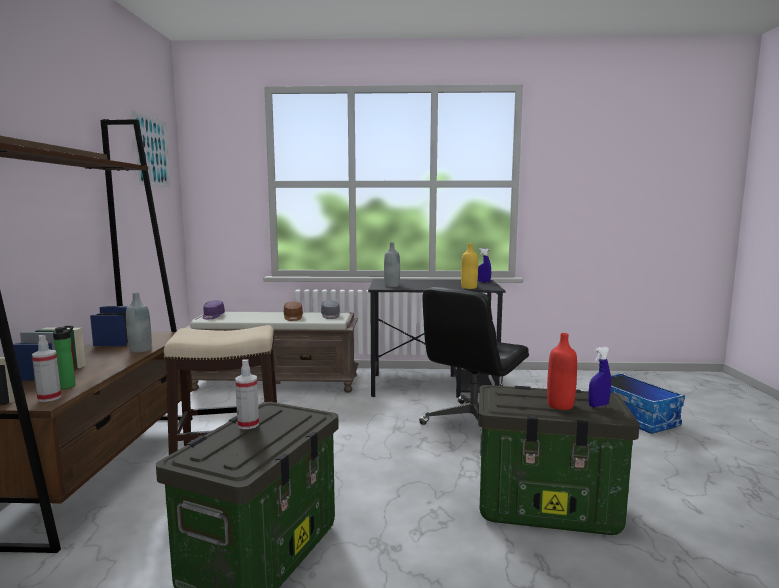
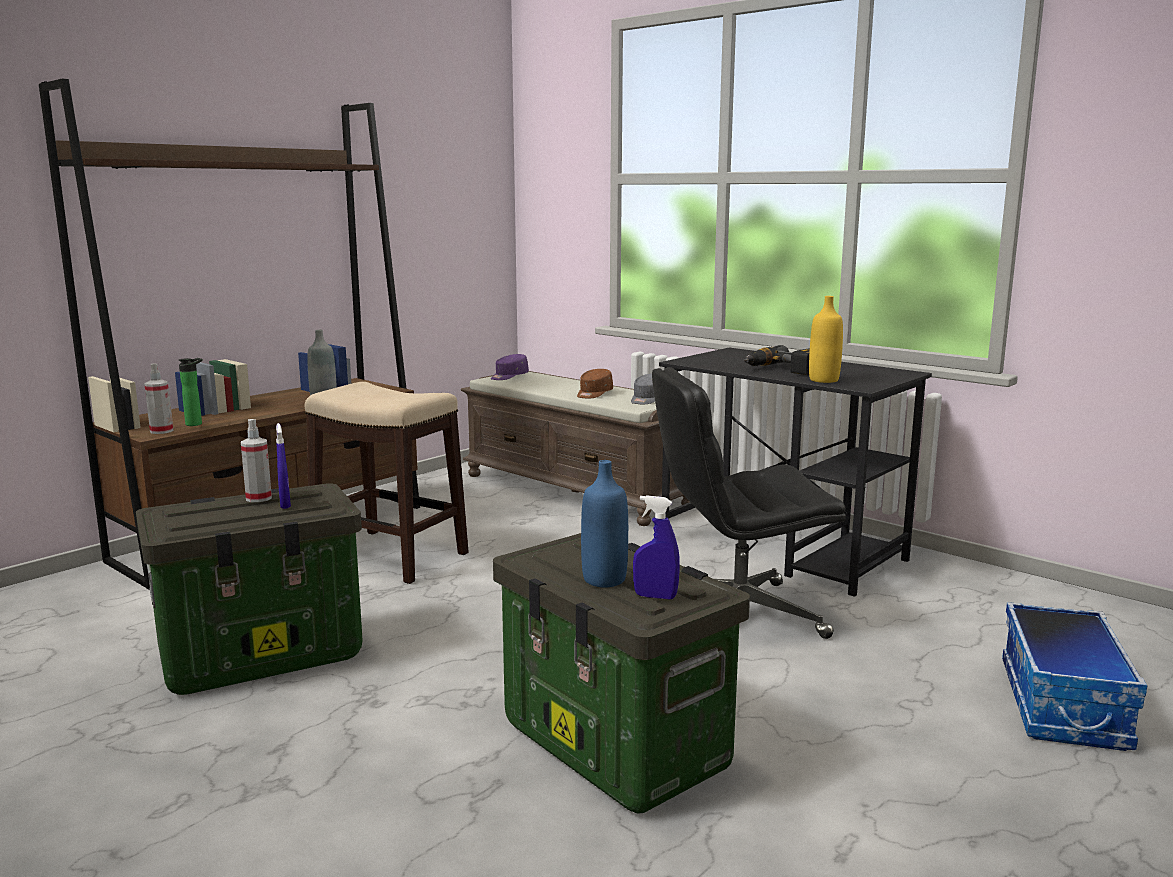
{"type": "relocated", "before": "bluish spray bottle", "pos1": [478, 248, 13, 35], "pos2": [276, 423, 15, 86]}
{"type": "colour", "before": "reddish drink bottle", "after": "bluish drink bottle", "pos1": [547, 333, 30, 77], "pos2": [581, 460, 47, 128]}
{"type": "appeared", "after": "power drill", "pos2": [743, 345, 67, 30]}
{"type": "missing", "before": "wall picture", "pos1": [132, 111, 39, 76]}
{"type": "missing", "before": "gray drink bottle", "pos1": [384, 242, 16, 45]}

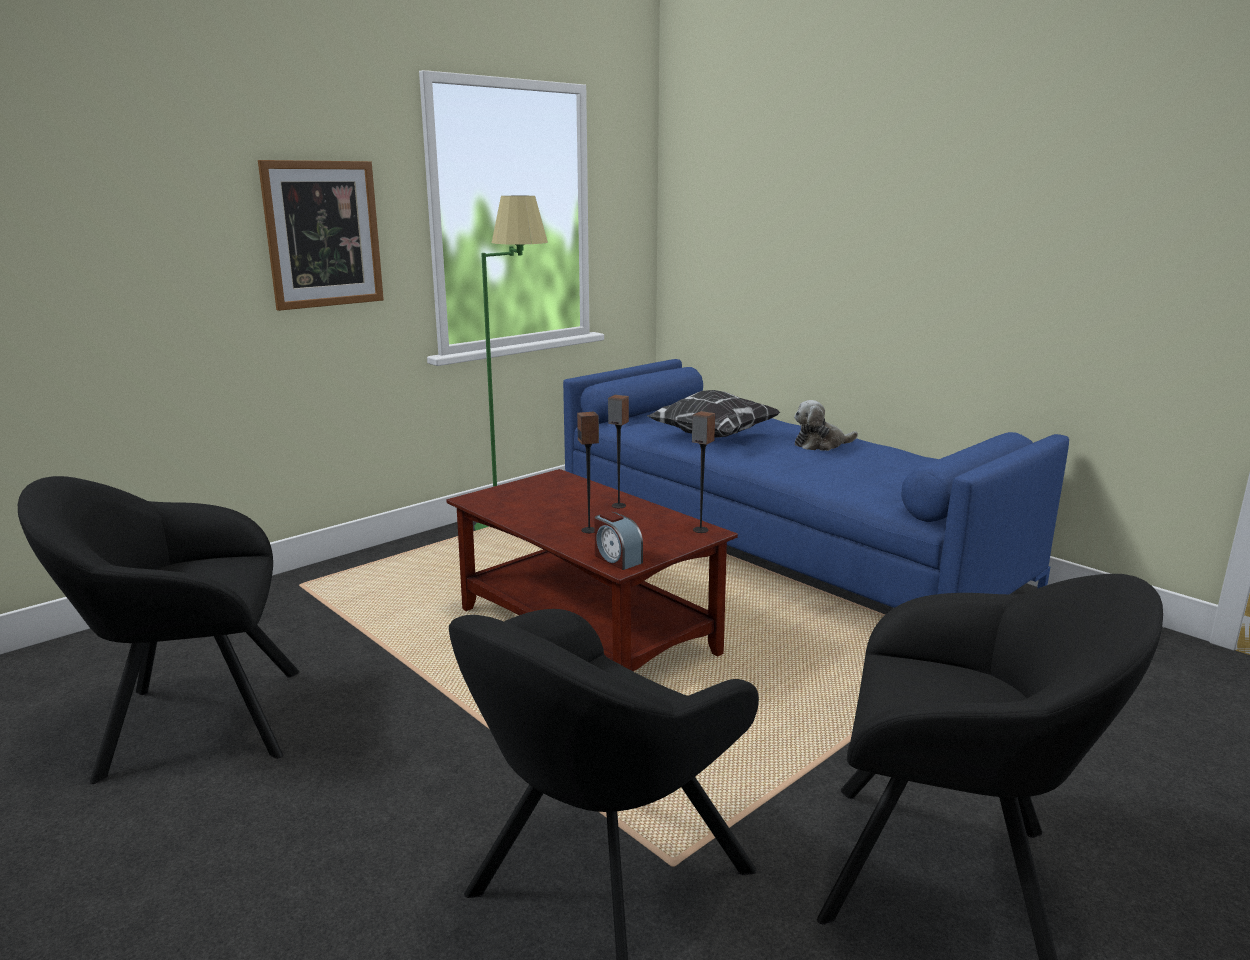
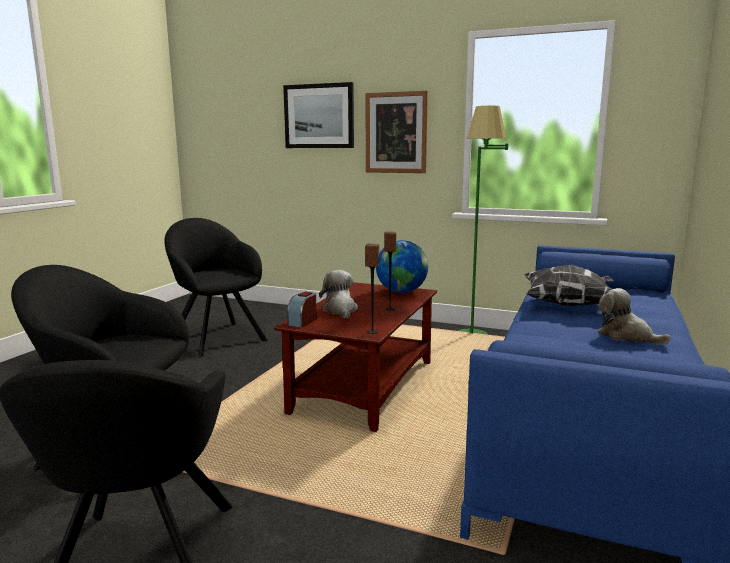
{"type": "appeared", "after": "wall picture", "pos2": [283, 82, 71, 66]}
{"type": "exchanged", "before": "audio speaker", "after": "plush toy", "pos1": [577, 412, 22, 121], "pos2": [319, 270, 39, 49]}
{"type": "appeared", "after": "desk globe", "pos2": [376, 240, 52, 53]}

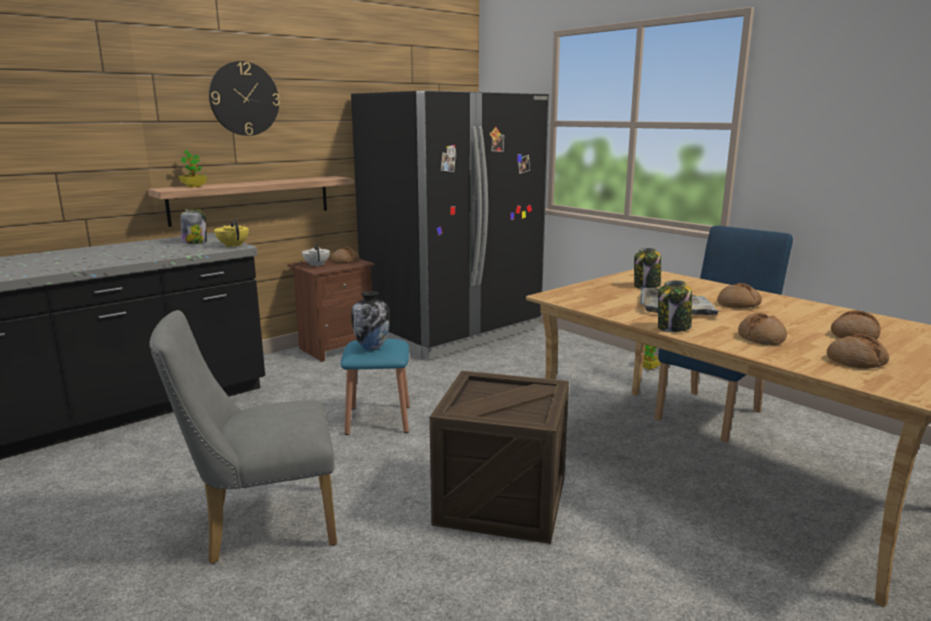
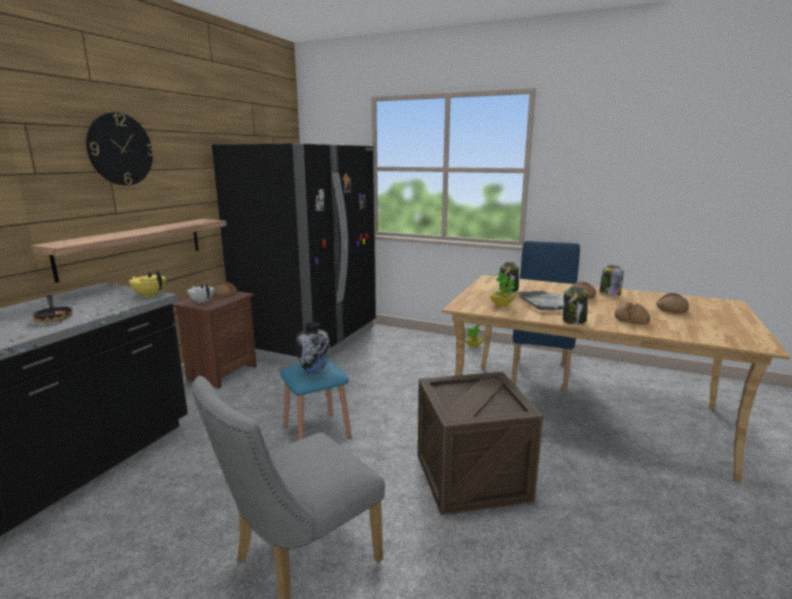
{"type": "appeared", "after": "pan", "pos2": [33, 295, 40, 27]}
{"type": "relocated", "before": "plant in a pot", "pos1": [179, 150, 29, 38], "pos2": [490, 271, 25, 36]}
{"type": "relocated", "before": "preserve jar", "pos1": [181, 209, 26, 35], "pos2": [599, 265, 25, 31]}
{"type": "missing", "before": "baked bread", "pos1": [827, 333, 62, 36]}

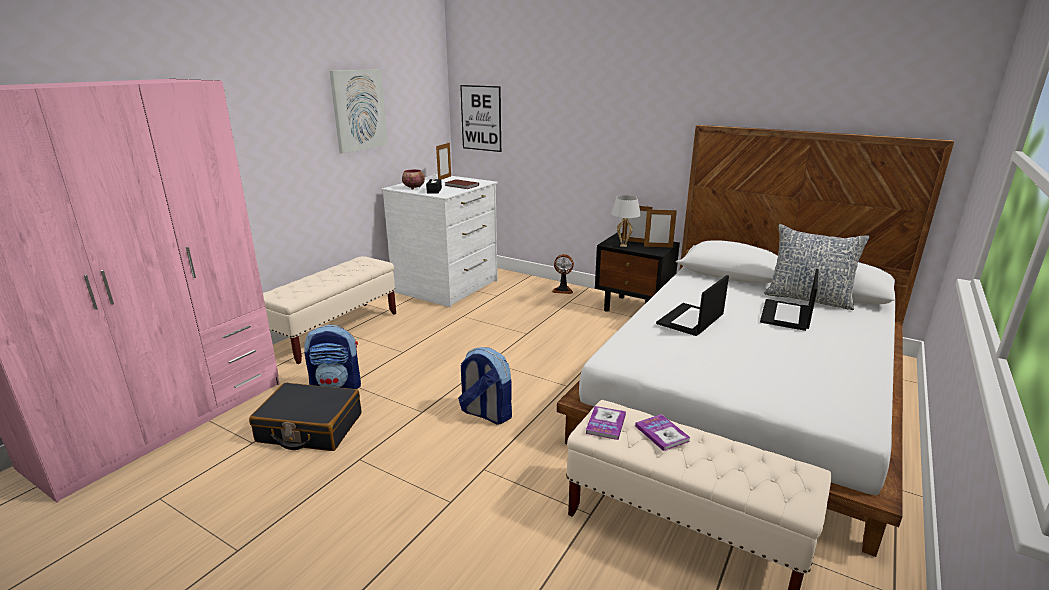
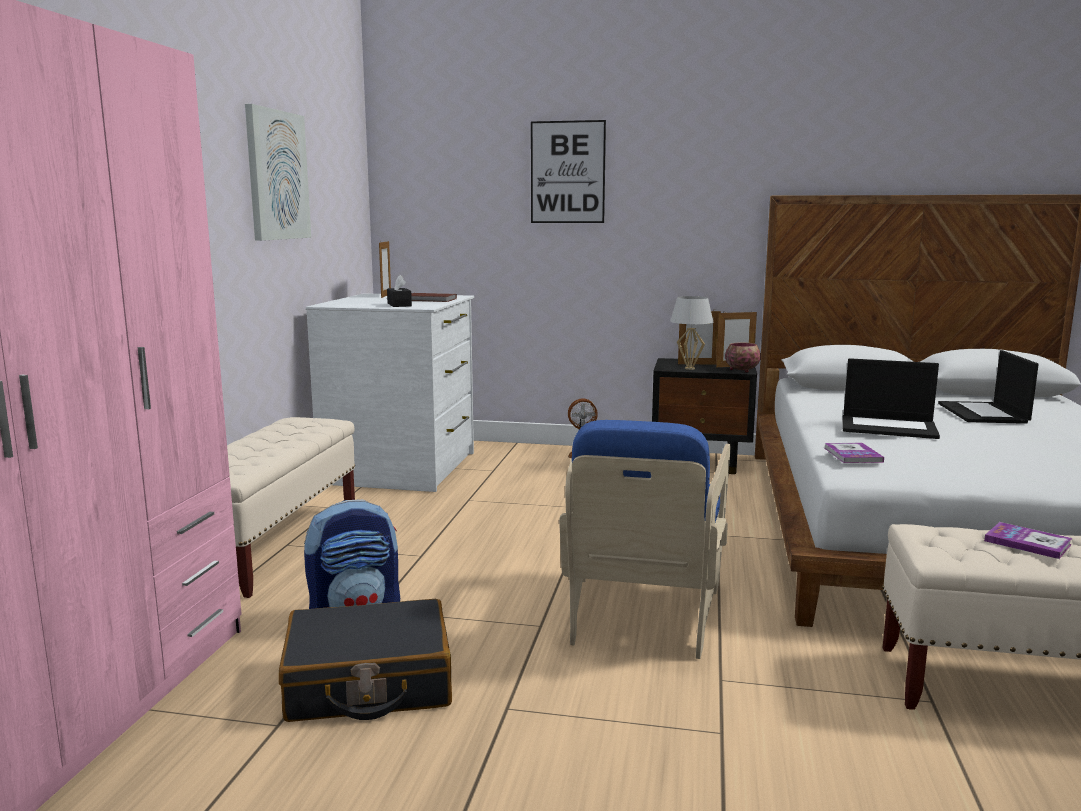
{"type": "relocated", "before": "wall picture", "pos1": [460, 85, 41, 67], "pos2": [531, 120, 75, 103]}
{"type": "exchanged", "before": "rucksack", "after": "bluish easy chair", "pos1": [458, 347, 54, 77], "pos2": [559, 420, 171, 239]}
{"type": "relocated", "before": "bowl", "pos1": [402, 169, 23, 21], "pos2": [725, 342, 36, 31]}
{"type": "relocated", "before": "volume", "pos1": [585, 406, 41, 34], "pos2": [824, 443, 60, 20]}
{"type": "spun", "before": "laptop", "pos1": [656, 275, 73, 61], "pos2": [843, 358, 97, 81], "turn": -90}
{"type": "missing", "before": "throw pillow", "pos1": [764, 224, 106, 86]}

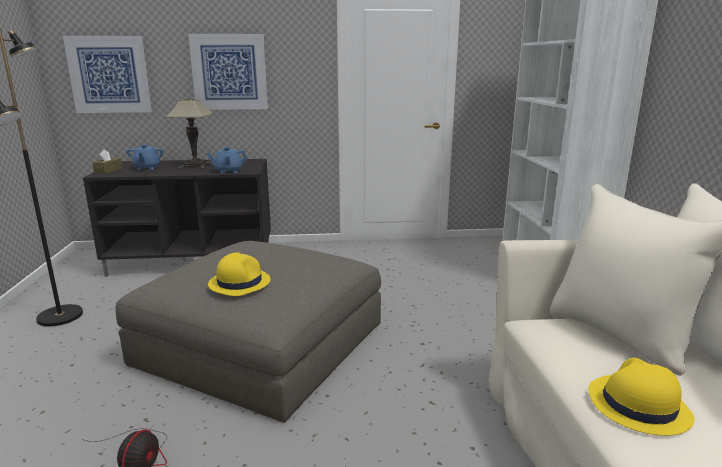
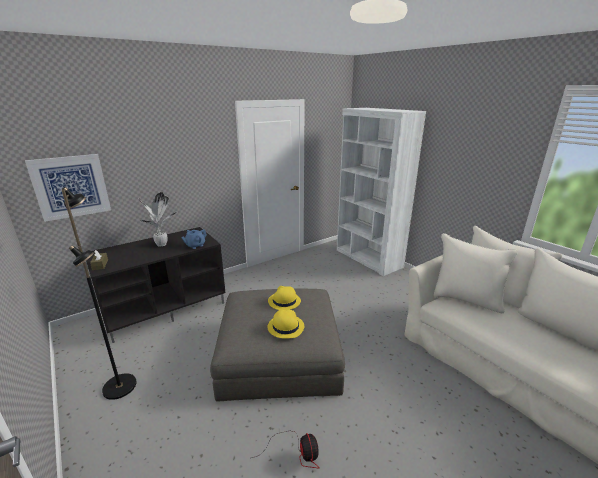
{"type": "exchanged", "before": "lamp for a table", "after": "plant in a pot", "pos1": [165, 98, 49, 71], "pos2": [138, 192, 38, 54]}
{"type": "relocated", "before": "yellow wearable hat", "pos1": [588, 358, 107, 78], "pos2": [268, 286, 33, 24]}
{"type": "missing", "before": "bluish teapot", "pos1": [126, 144, 37, 26]}
{"type": "missing", "before": "wall picture", "pos1": [188, 34, 80, 76]}

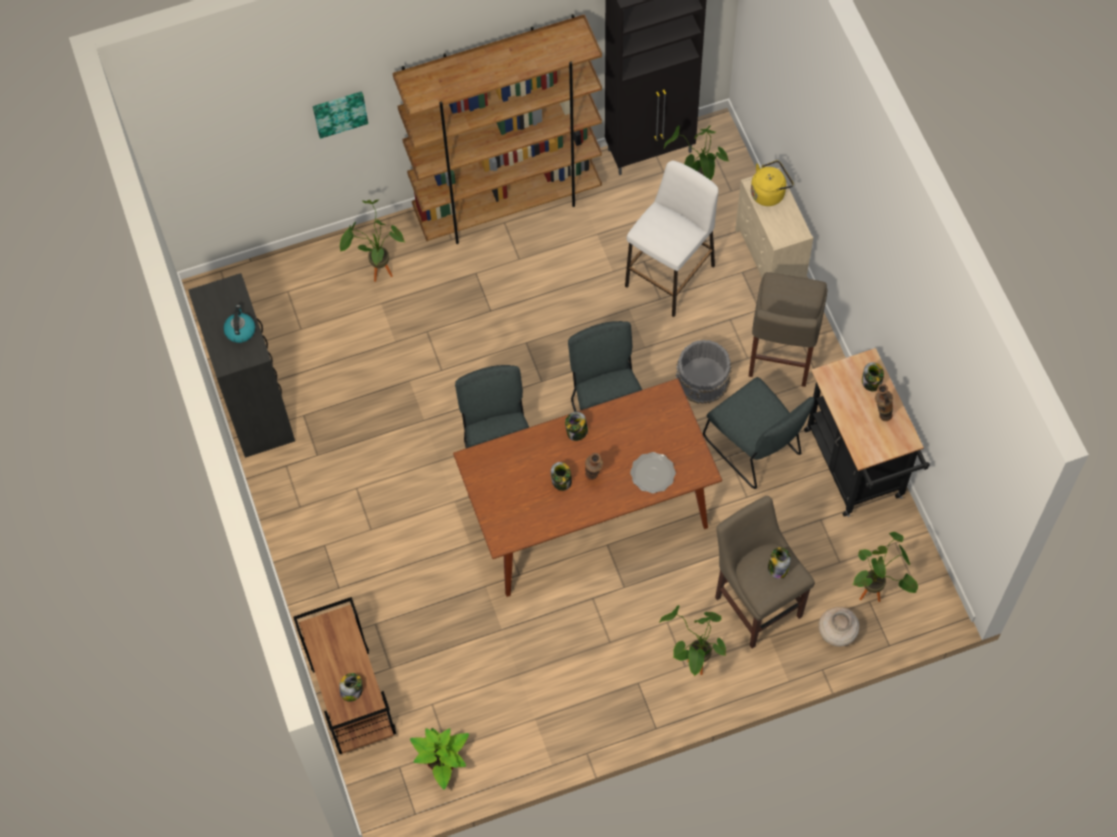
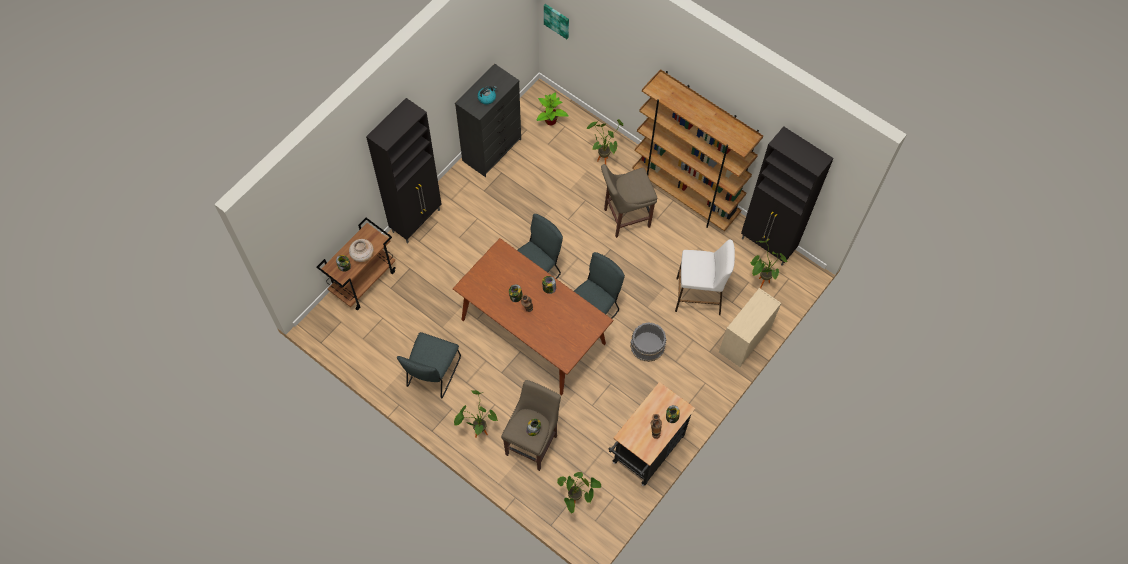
{"type": "relocated", "before": "beige vase", "pos1": [818, 607, 42, 40], "pos2": [349, 239, 25, 23]}
{"type": "appeared", "after": "black-coloured storage cabinet", "pos2": [366, 98, 75, 145]}
{"type": "relocated", "before": "gray chair", "pos1": [703, 377, 111, 112], "pos2": [397, 332, 64, 67]}
{"type": "relocated", "before": "plant in a pot", "pos1": [410, 728, 59, 62], "pos2": [536, 92, 33, 34]}
{"type": "relocated", "before": "wall picture", "pos1": [313, 91, 55, 48], "pos2": [544, 4, 25, 35]}
{"type": "relocated", "before": "beige stool", "pos1": [749, 272, 78, 115], "pos2": [601, 164, 56, 74]}
{"type": "missing", "before": "plate", "pos1": [630, 452, 46, 41]}
{"type": "missing", "before": "yellow kettle", "pos1": [751, 160, 42, 46]}

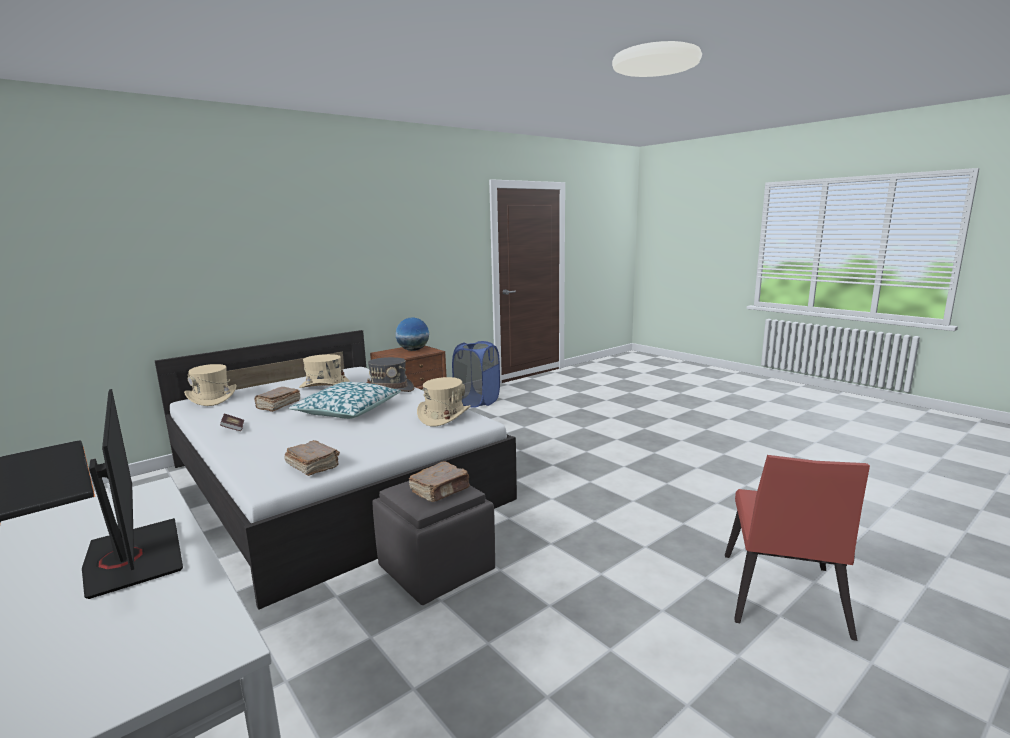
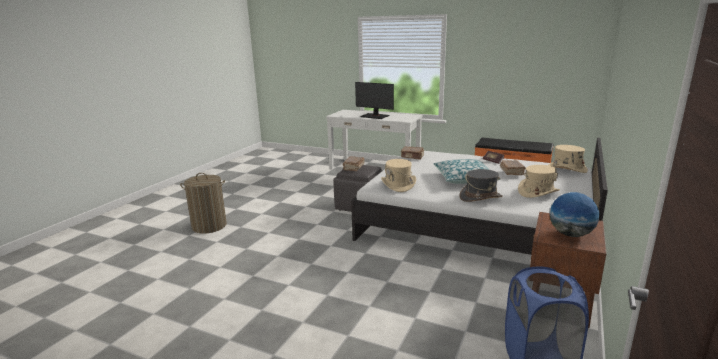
{"type": "exchanged", "before": "reddish chair", "after": "washing basket", "pos1": [725, 455, 145, 186], "pos2": [180, 173, 47, 61]}

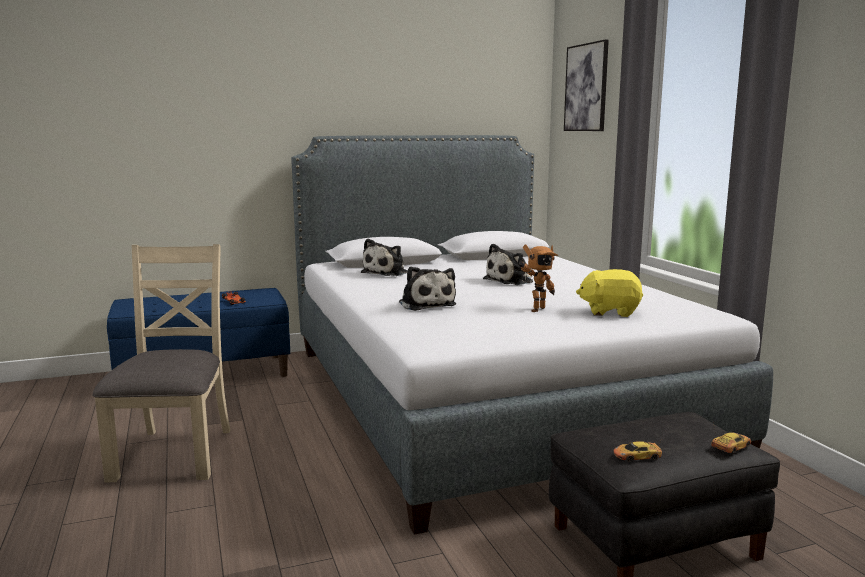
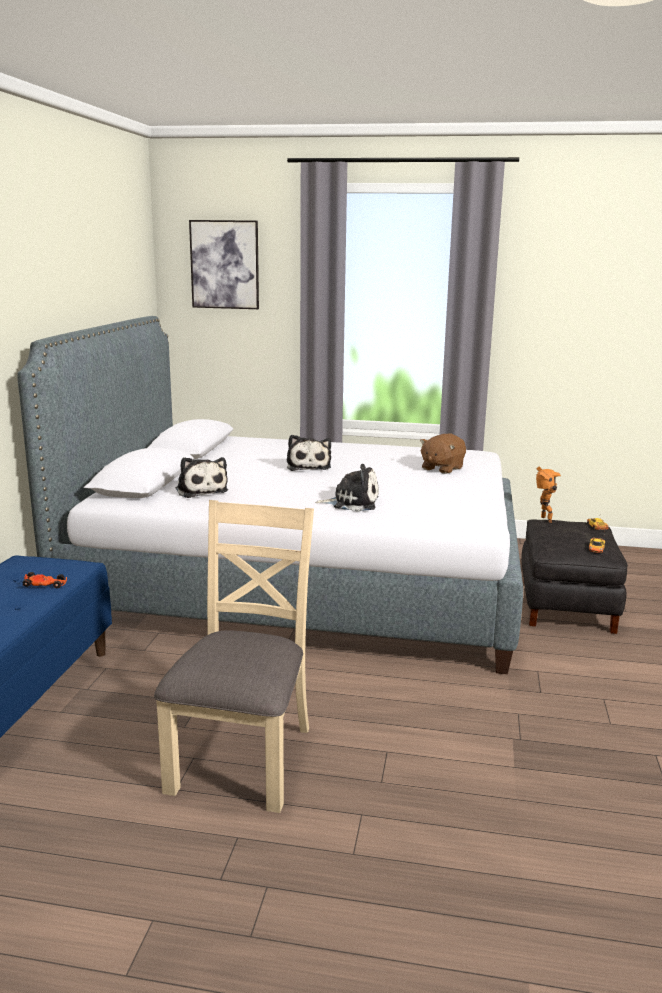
{"type": "spun", "before": "beige chair", "pos1": [92, 244, 139, 238], "pos2": [154, 500, 160, 313], "turn": 75}
{"type": "colour", "before": "yellow plush toy", "after": "brownish plush toy", "pos1": [576, 269, 67, 48], "pos2": [420, 434, 46, 40]}
{"type": "relocated", "before": "toy robot", "pos1": [519, 244, 39, 68], "pos2": [536, 466, 25, 57]}

